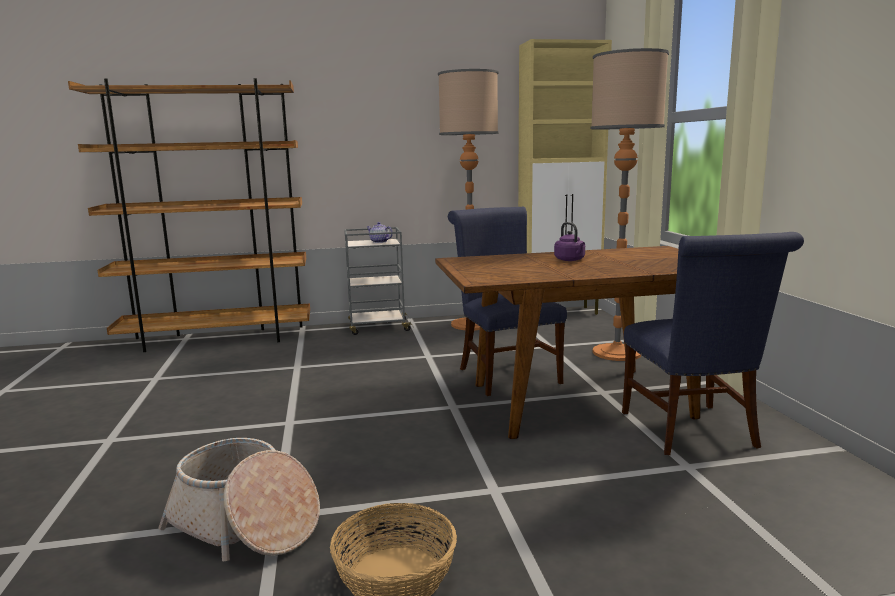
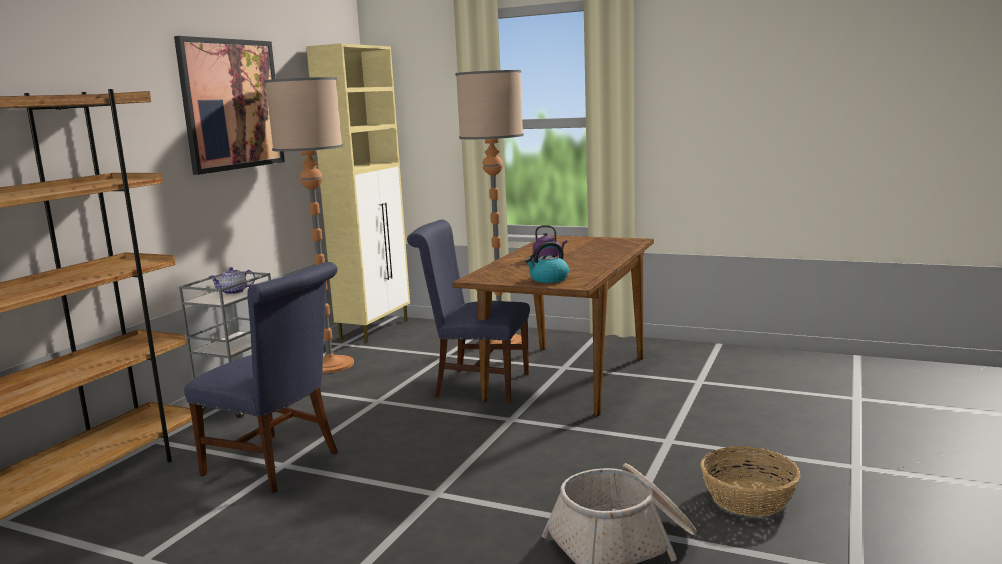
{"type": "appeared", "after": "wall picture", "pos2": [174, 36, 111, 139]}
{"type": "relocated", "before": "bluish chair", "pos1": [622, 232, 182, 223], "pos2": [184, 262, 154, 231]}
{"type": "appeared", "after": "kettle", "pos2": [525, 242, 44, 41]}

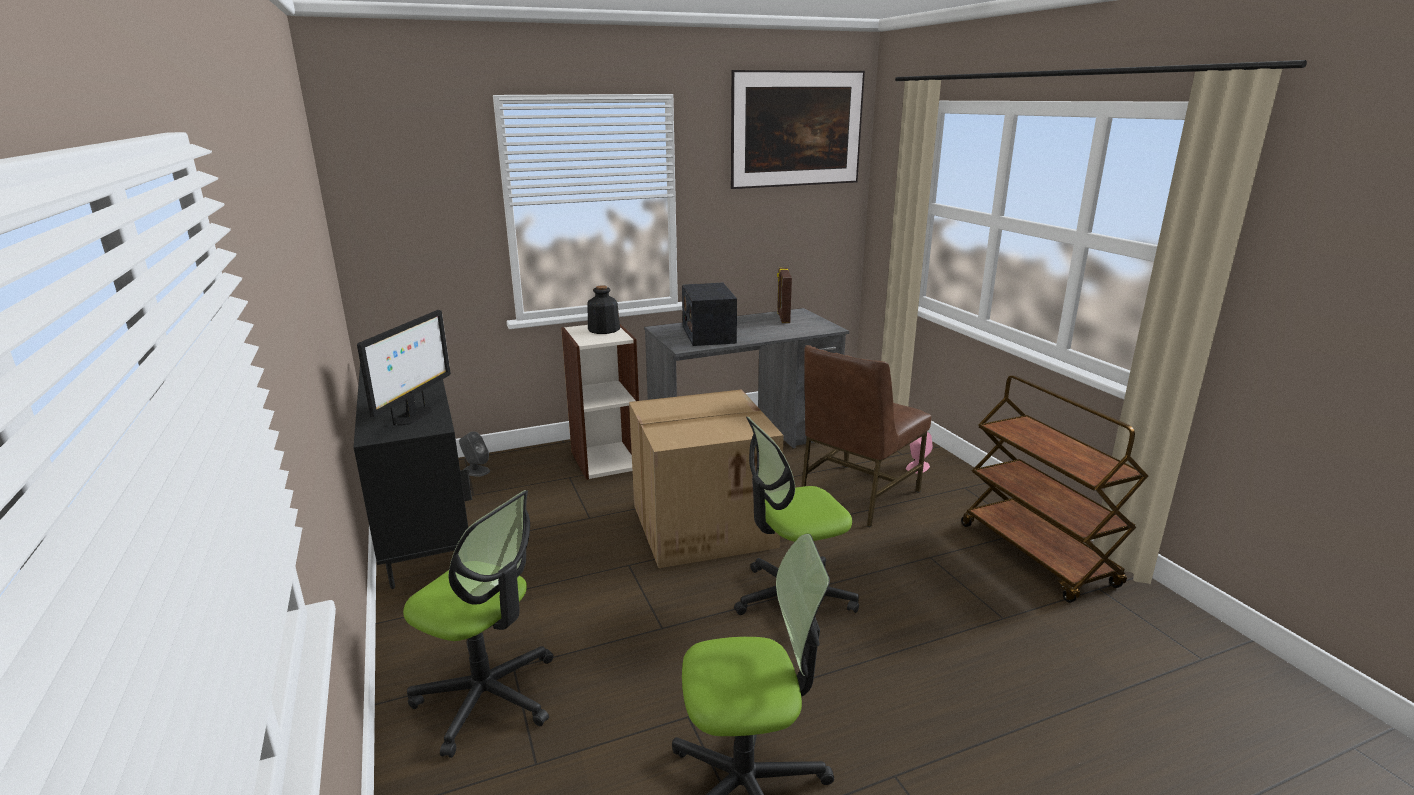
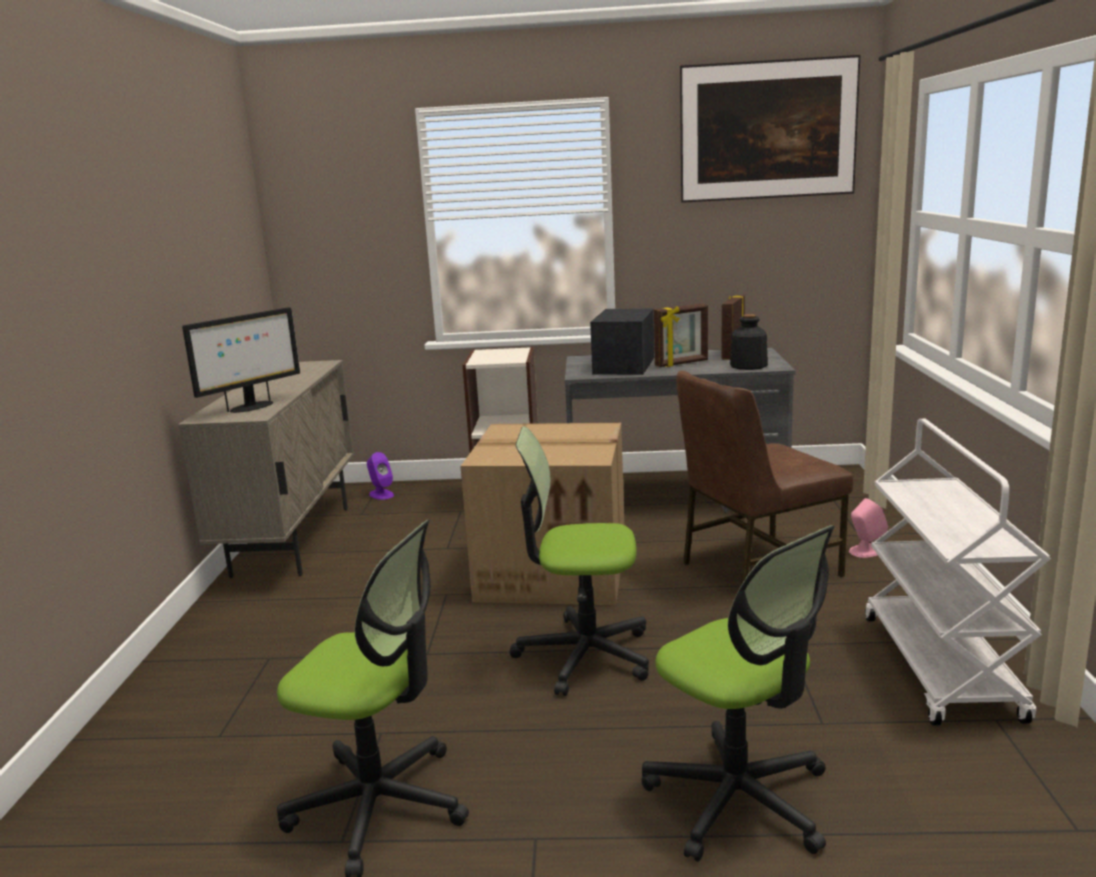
{"type": "colour", "before": "black-coloured storage cabinet", "after": "beige storage cabinet", "pos1": [353, 364, 119, 225], "pos2": [178, 360, 176, 218]}
{"type": "colour", "before": "gray audio speaker", "after": "purple-coloured audio speaker", "pos1": [459, 431, 31, 46], "pos2": [367, 452, 27, 48]}
{"type": "relocated", "before": "office chair", "pos1": [403, 490, 151, 268], "pos2": [641, 525, 194, 337]}
{"type": "appeared", "after": "standing frame", "pos2": [654, 303, 54, 64]}
{"type": "relocated", "before": "drink bottle", "pos1": [587, 285, 33, 49], "pos2": [730, 314, 38, 56]}
{"type": "colour", "before": "brownish wheeled cart", "after": "white wheeled cart", "pos1": [961, 375, 187, 228], "pos2": [865, 419, 186, 307]}

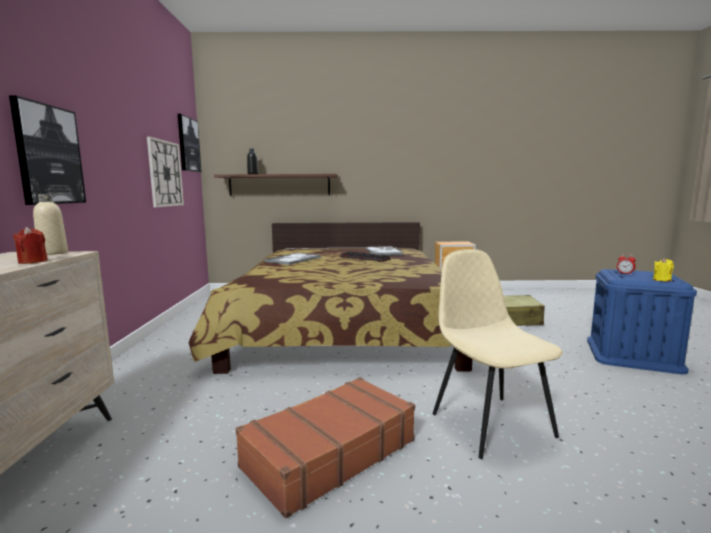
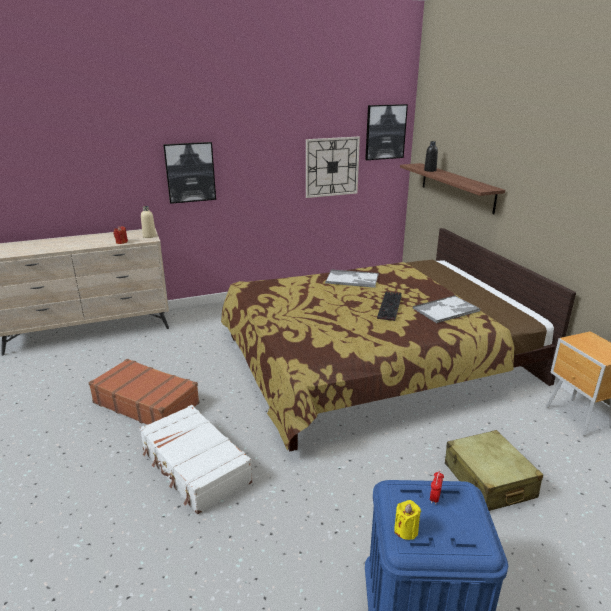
{"type": "exchanged", "before": "beige chair", "after": "white piece of luggage", "pos1": [433, 249, 130, 210], "pos2": [139, 405, 114, 109]}

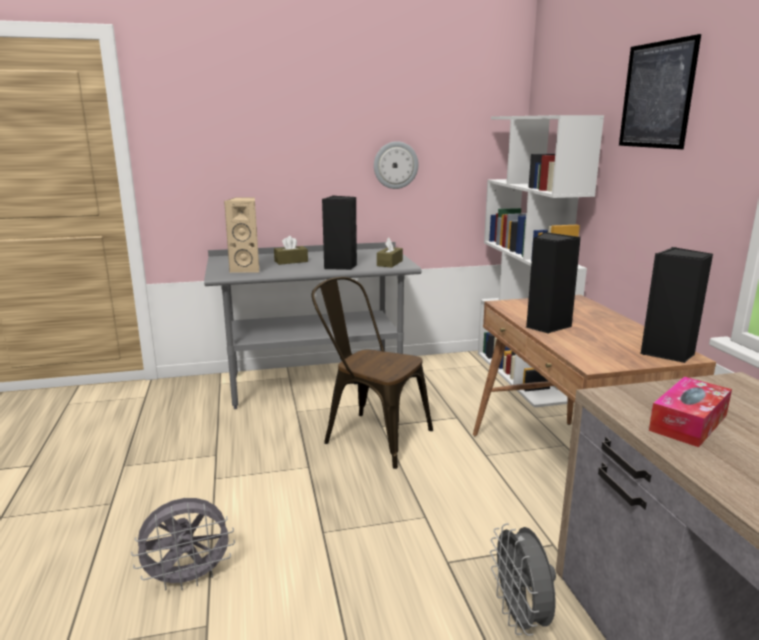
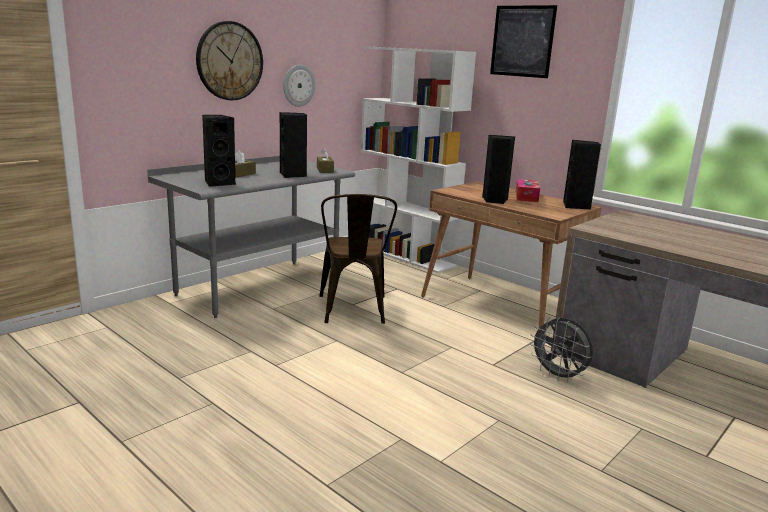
{"type": "appeared", "after": "clock on the wall", "pos2": [196, 21, 67, 79]}
{"type": "colour", "before": "beige audio speaker", "after": "black-coloured audio speaker", "pos1": [224, 197, 35, 76], "pos2": [202, 115, 33, 72]}
{"type": "spun", "before": "brownish chair", "pos1": [311, 277, 122, 192], "pos2": [319, 194, 78, 130], "turn": -90}
{"type": "relocated", "before": "tissue box", "pos1": [649, 377, 83, 70], "pos2": [516, 179, 24, 23]}
{"type": "missing", "before": "gray electric fan", "pos1": [131, 498, 104, 92]}

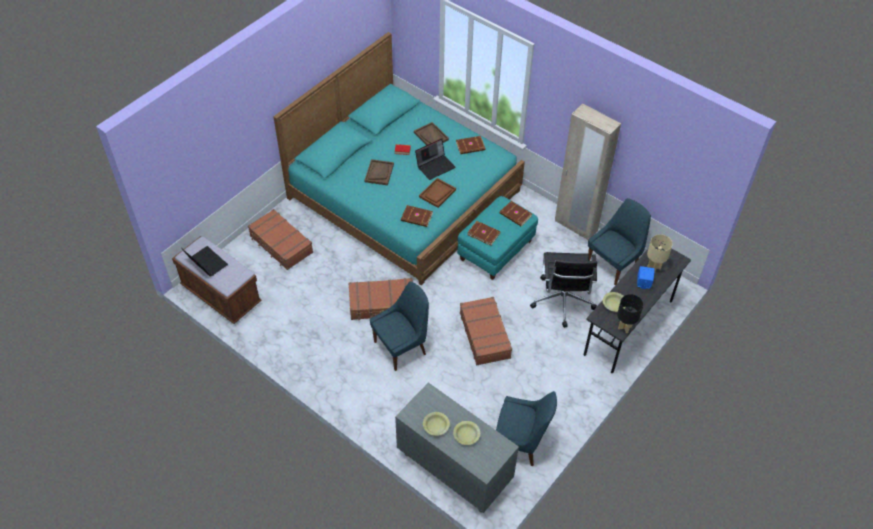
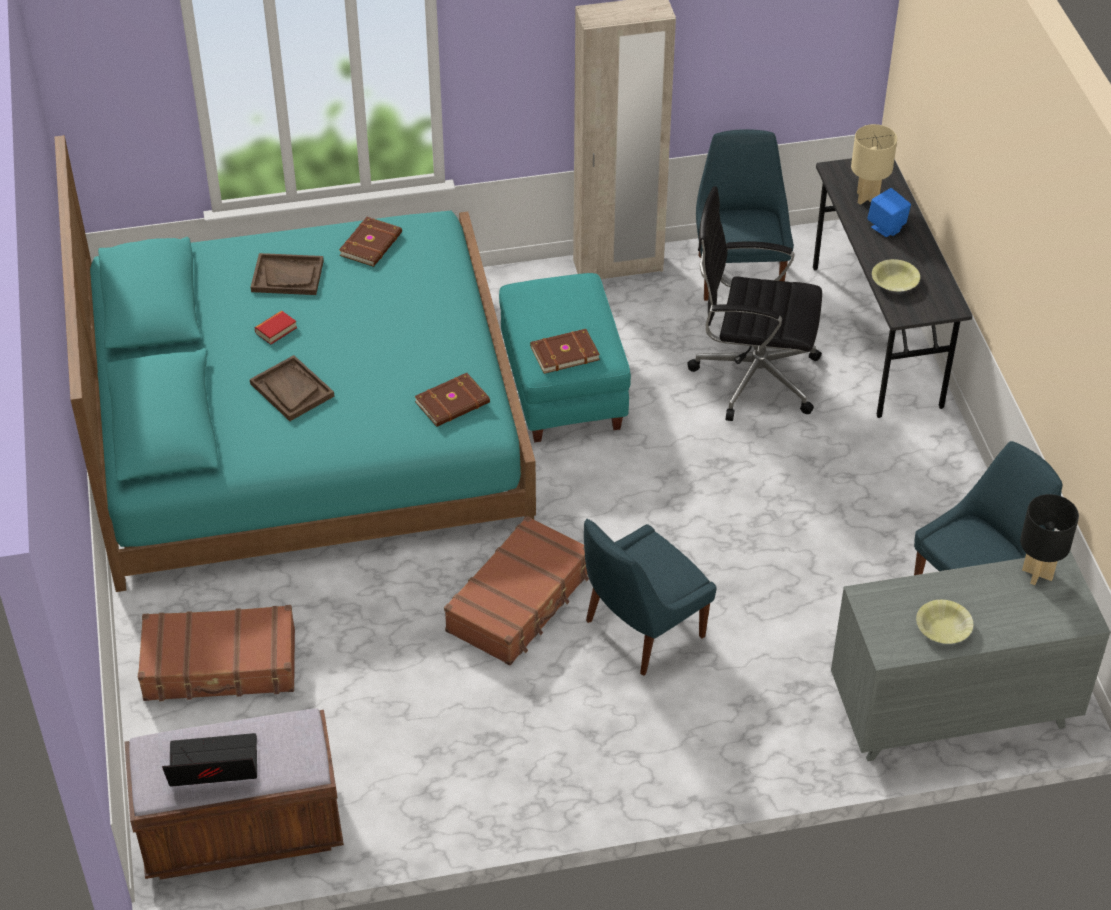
{"type": "spun", "before": "bluish chair", "pos1": [370, 281, 59, 90], "pos2": [584, 519, 133, 157], "turn": -135}
{"type": "spun", "before": "black-coloured office chair", "pos1": [530, 252, 67, 76], "pos2": [687, 186, 135, 235], "turn": 150}
{"type": "relocated", "before": "black-coloured lamp for a table", "pos1": [617, 294, 26, 39], "pos2": [1020, 494, 59, 91]}
{"type": "missing", "before": "laptop", "pos1": [415, 139, 41, 41]}
{"type": "missing", "before": "brownish tray", "pos1": [419, 178, 37, 30]}
{"type": "missing", "before": "yellow bowl", "pos1": [453, 421, 27, 24]}
{"type": "missing", "before": "brownish piece of luggage", "pos1": [460, 297, 52, 68]}
{"type": "missing", "before": "brownish volume", "pos1": [500, 201, 32, 25]}

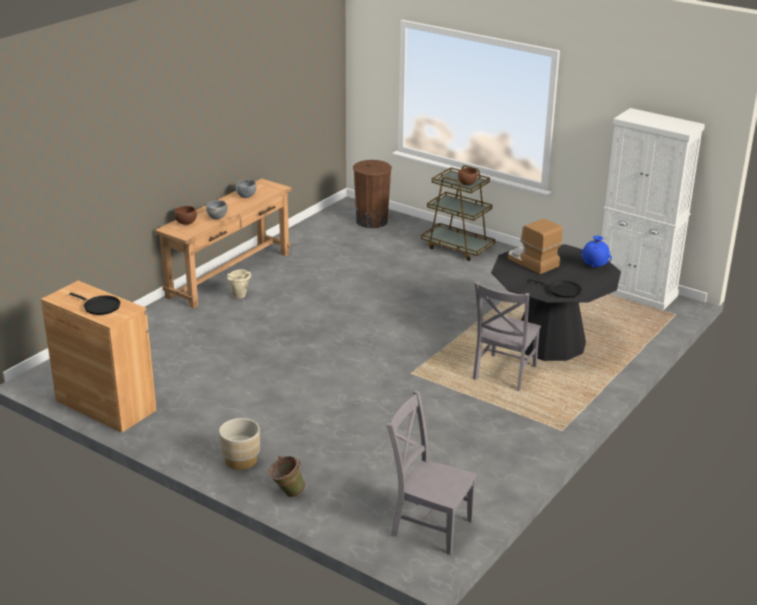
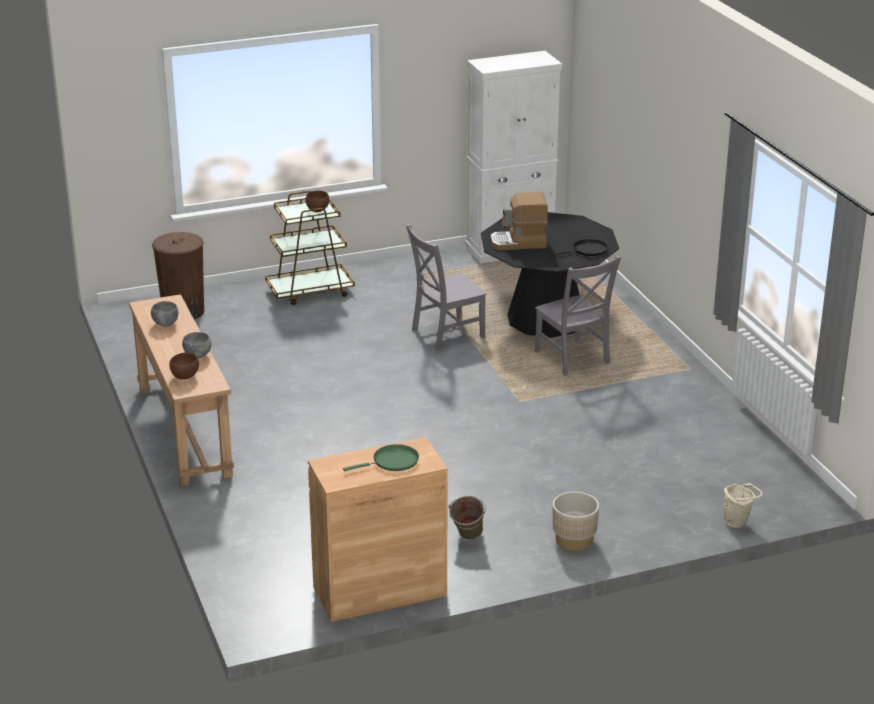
{"type": "colour", "before": "black-coloured pan", "after": "green pan", "pos1": [69, 292, 51, 23], "pos2": [343, 444, 76, 27]}
{"type": "relocated", "before": "gray chair", "pos1": [387, 390, 90, 165], "pos2": [406, 224, 81, 127]}
{"type": "relocated", "before": "green bucket", "pos1": [268, 456, 38, 41], "pos2": [449, 496, 37, 44]}
{"type": "relocated", "before": "beige bucket", "pos1": [227, 269, 24, 30], "pos2": [724, 483, 39, 45]}
{"type": "missing", "before": "bluish vase", "pos1": [580, 235, 32, 33]}

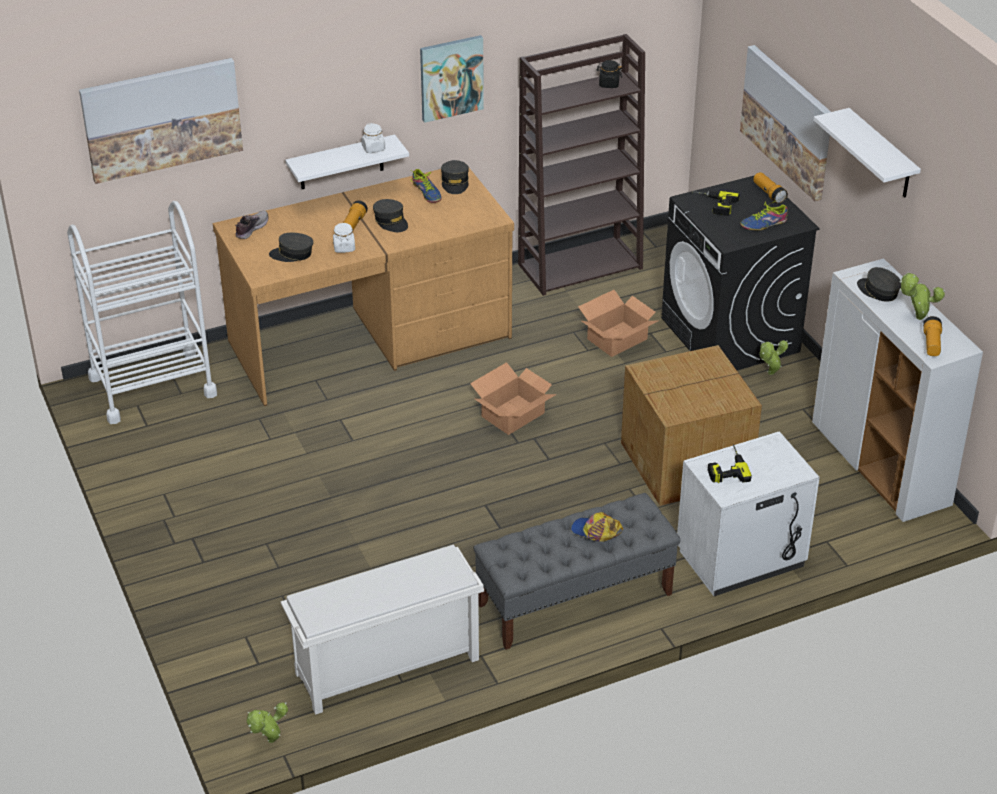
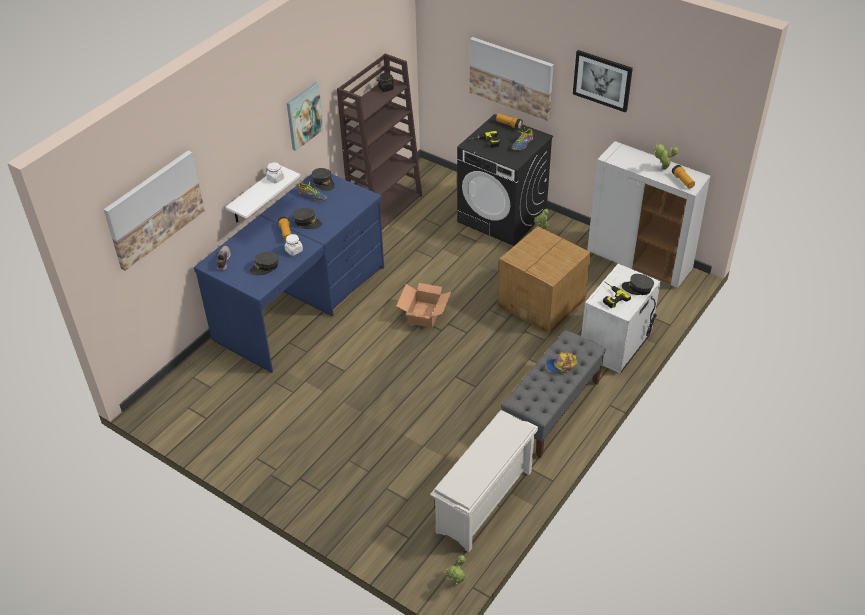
{"type": "colour", "before": "brownish desk unit", "after": "bluish desk unit", "pos1": [213, 168, 301, 238], "pos2": [194, 174, 190, 199]}
{"type": "exchanged", "before": "white shelf", "after": "wall picture", "pos1": [814, 108, 107, 89], "pos2": [573, 50, 60, 63]}
{"type": "relocated", "before": "gray cap", "pos1": [857, 267, 44, 35], "pos2": [622, 274, 32, 21]}
{"type": "missing", "before": "white wheeled cart", "pos1": [67, 201, 150, 223]}
{"type": "missing", "before": "carton", "pos1": [578, 290, 80, 67]}

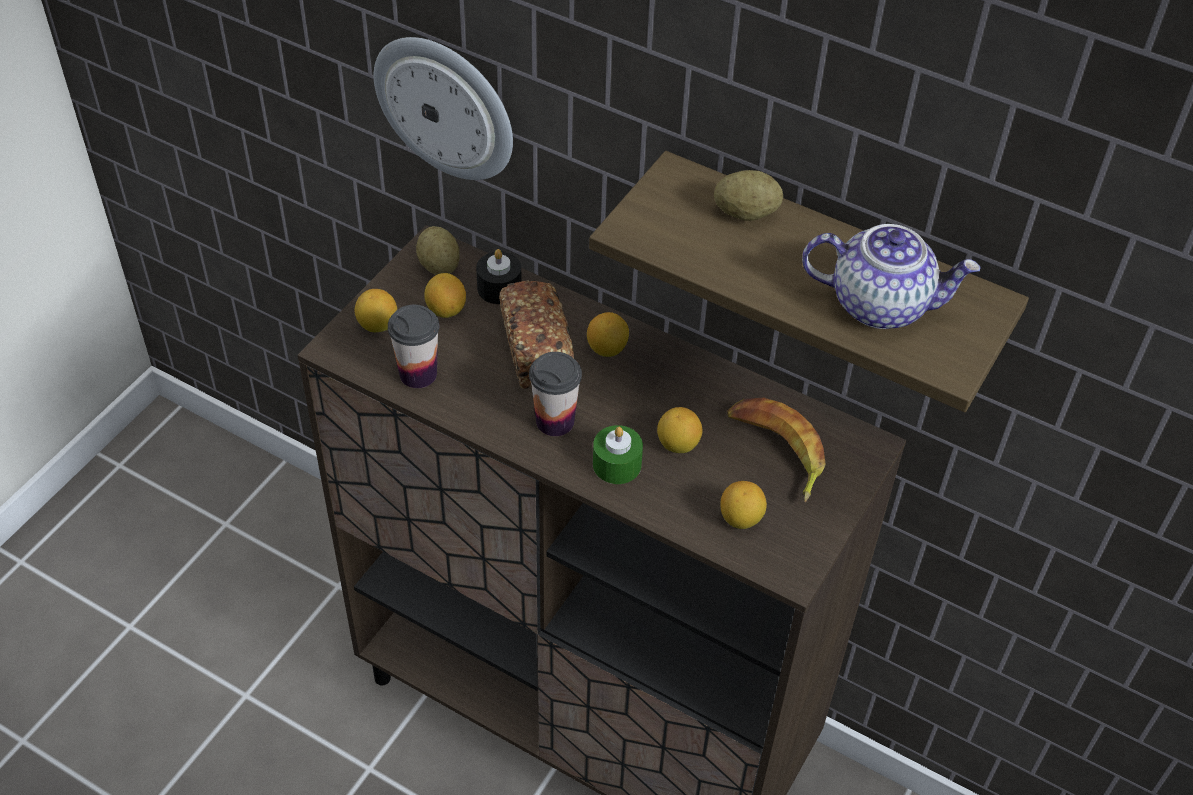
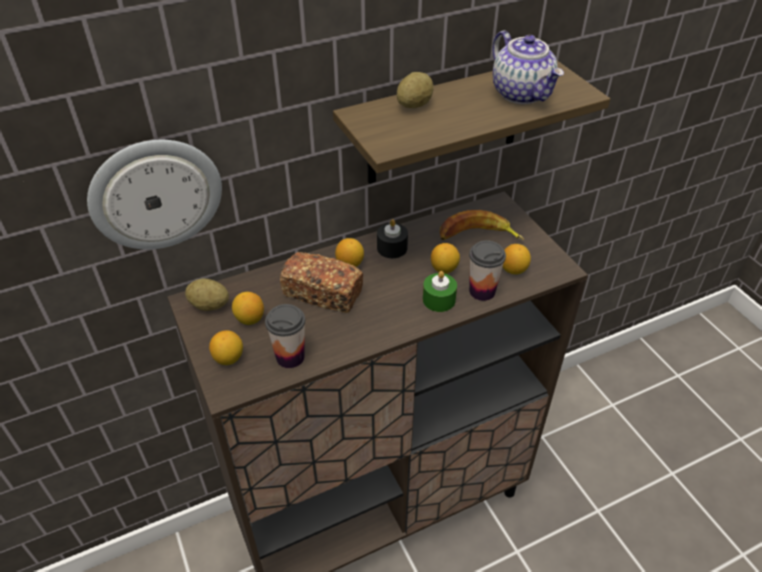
{"type": "relocated", "before": "black-coloured wax light", "pos1": [476, 249, 46, 55], "pos2": [377, 219, 31, 39]}
{"type": "relocated", "before": "small cup", "pos1": [529, 352, 53, 84], "pos2": [469, 240, 37, 61]}
{"type": "spun", "before": "teapot", "pos1": [802, 224, 179, 105], "pos2": [492, 30, 72, 74], "turn": 105}

